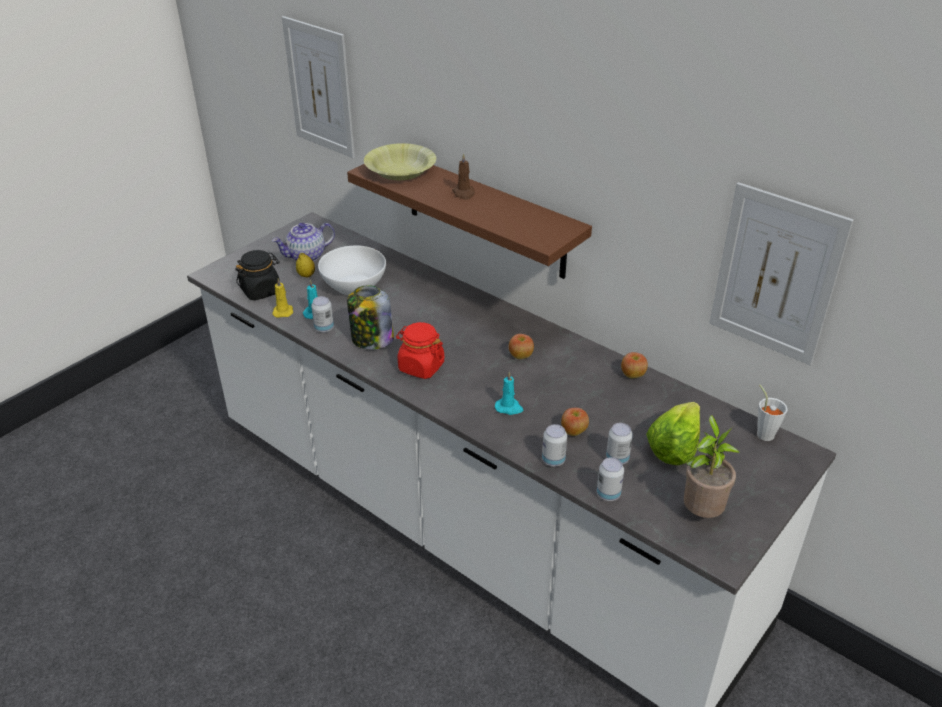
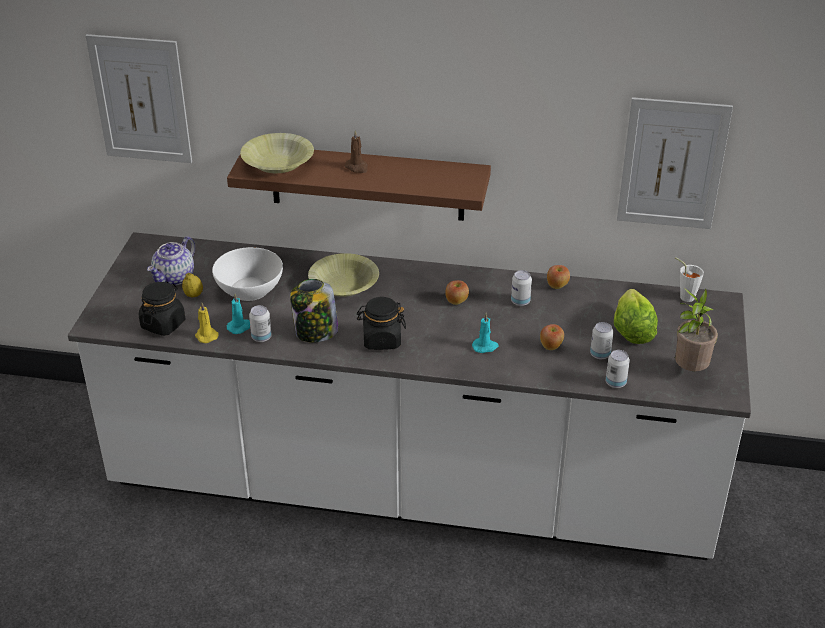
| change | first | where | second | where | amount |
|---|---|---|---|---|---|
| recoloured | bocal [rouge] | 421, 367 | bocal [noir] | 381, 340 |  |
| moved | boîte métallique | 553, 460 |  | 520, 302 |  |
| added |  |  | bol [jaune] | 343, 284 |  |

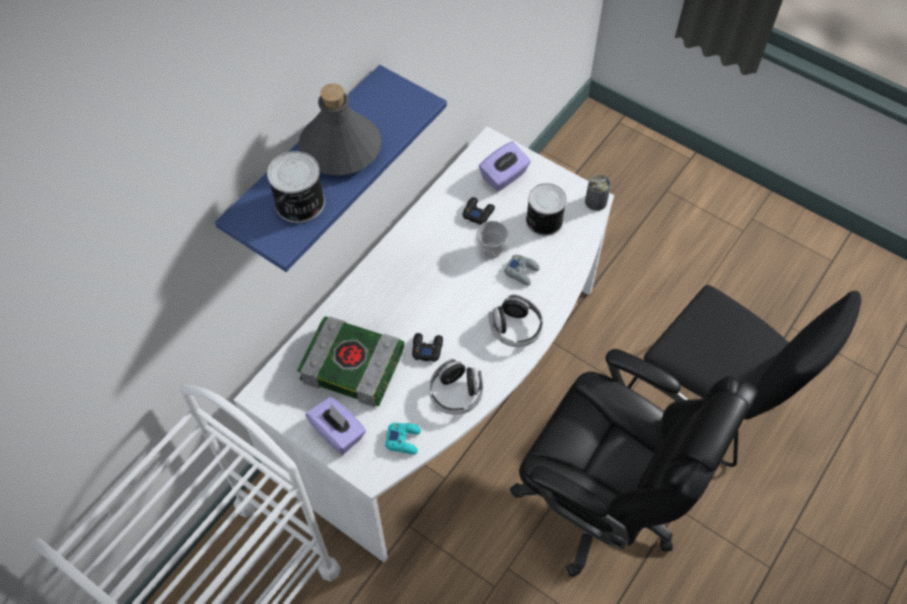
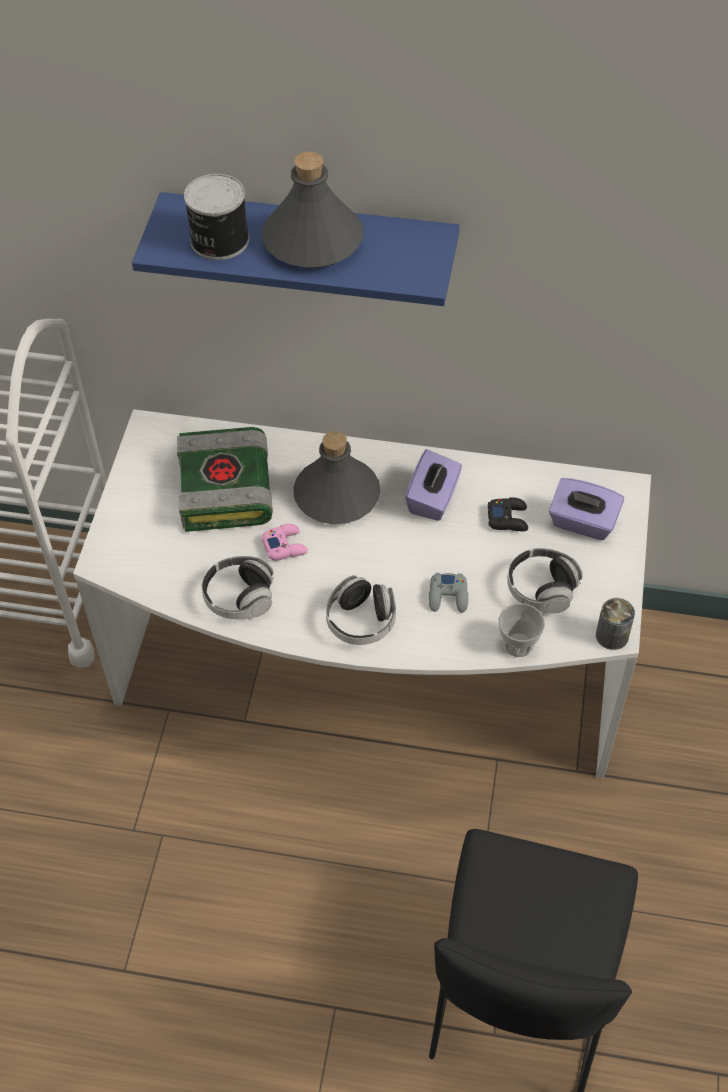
| change | first | where | second | where | amount |
|---|---|---|---|---|---|
| moved | boîte à mouchoirs [violet] | 338, 432 |  | 433, 499 |  |
| removed | manette [turquoise] | 403, 439 |  |  |  |
| recoloured | manette [noir] | 427, 348 | manette [rose] | 285, 546 |  |
| moved | tasse | 491, 249 |  | 518, 644 |  |
| removed | chaise de bureau [noir] | 602, 500 |  |  |  |
| replaced | boîte métallique | 543, 220 | casque audio | 541, 589 |  |
| added |  |  | bouteille [gris] | 337, 495 |  |

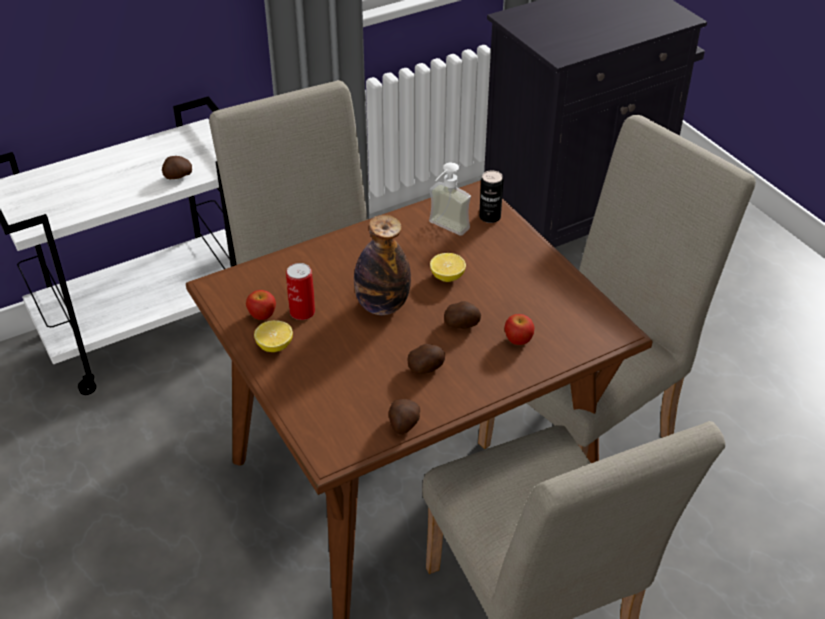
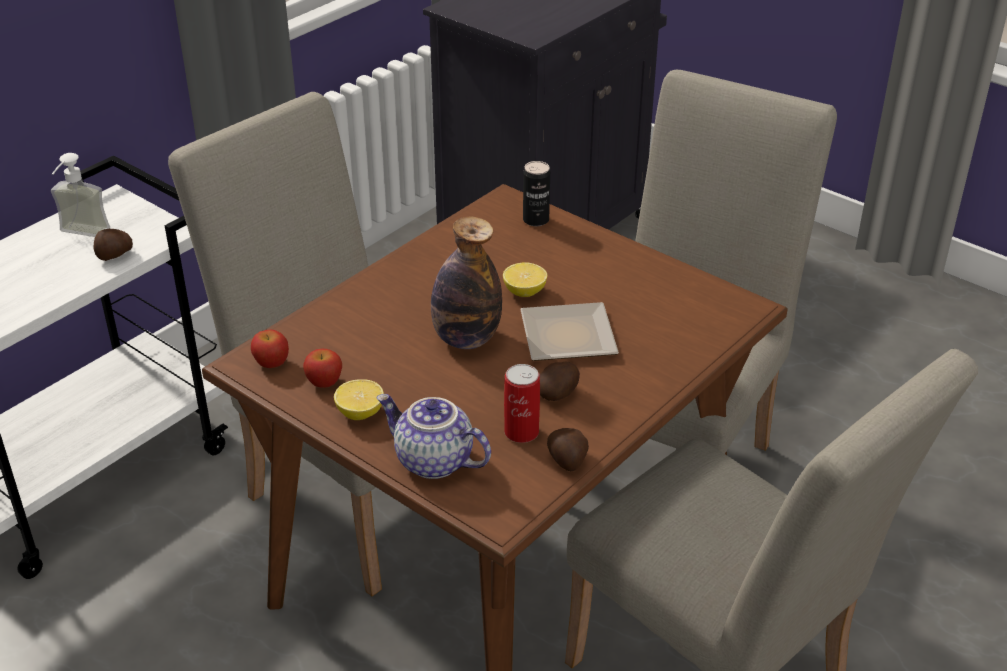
| change | first | where | second | where | amount |
|---|---|---|---|---|---|
| moved | boîte métallique | 302, 312 |  | 521, 432 |  |
| moved | distributeur de savon | 444, 229 |  | 80, 236 |  |
| replaced | pomme de terre | 462, 325 | assiette | 571, 338 |  |
| moved | pomme | 518, 340 |  | 271, 363 |  |
| added |  |  | théière | 432, 462 |  |

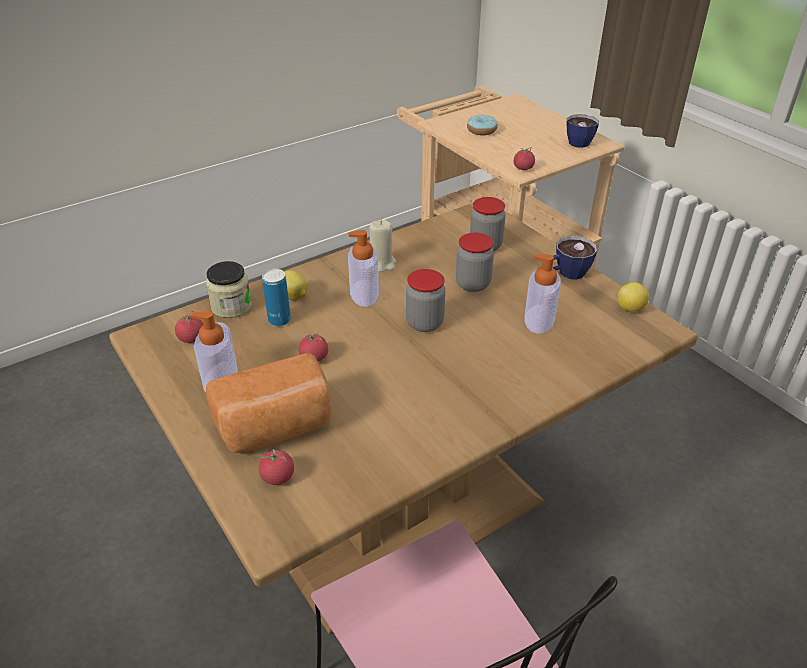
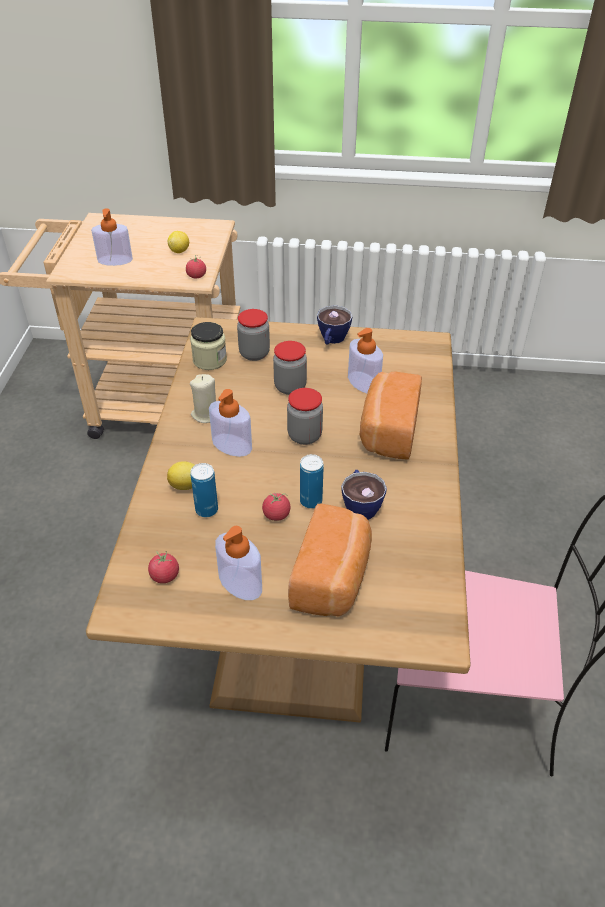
| change | first | where | second | where | amount |
|---|---|---|---|---|---|
| moved | bocal | 231, 306 |  | 209, 360 |  |
| removed | tomate | 278, 477 |  |  |  |
| replaced | beignet | 481, 130 | distributeur de savon | 115, 260 |  |
| moved | tasse | 581, 141 |  | 360, 505 |  |
| moved | citron | 630, 308 |  | 179, 251 |  |
| added |  |  | boîte métallique | 311, 501 |  |
| added |  |  | pain | 387, 430 |  |

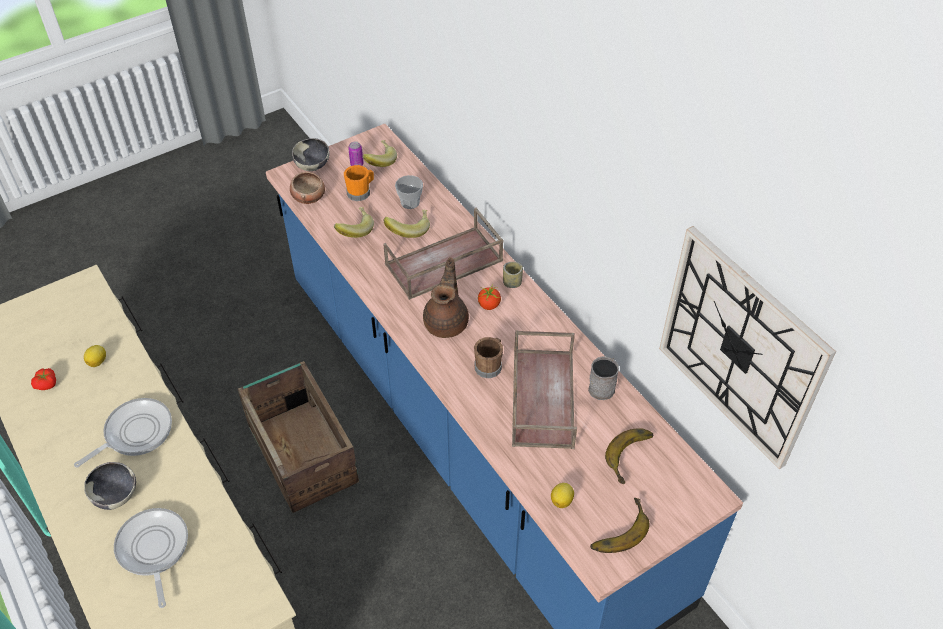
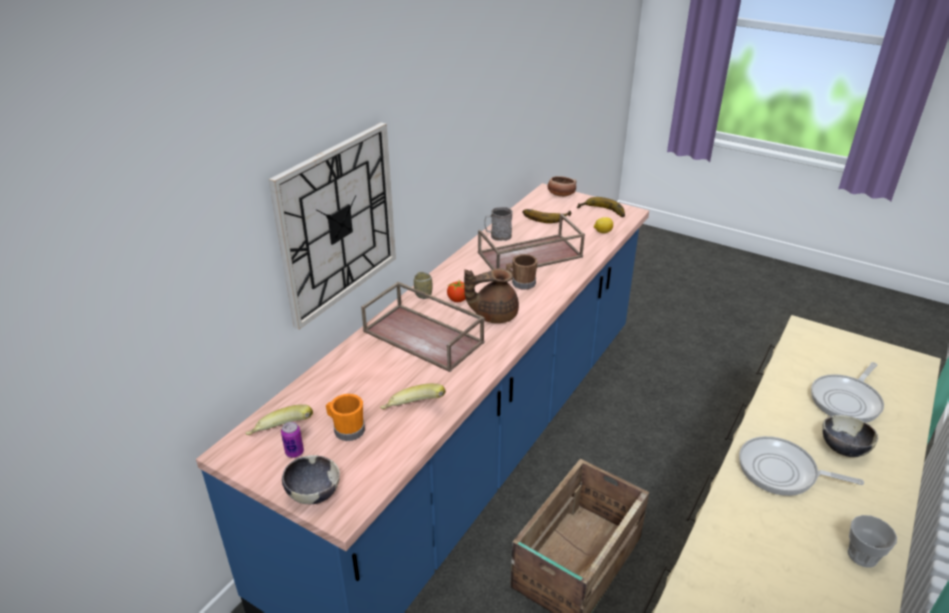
| change | first | where | second | where | amount |
|---|---|---|---|---|---|
| removed | tomate | 47, 384 |  |  |  |
| removed | citron | 98, 361 |  |  |  |
| moved | bol | 308, 196 |  | 560, 195 |  |
| removed | banane | 408, 229 |  |  |  |
| moved | tasse | 410, 202 |  | 862, 555 |  |
| moved | horloge murale | 740, 348 |  | 337, 223 |  |

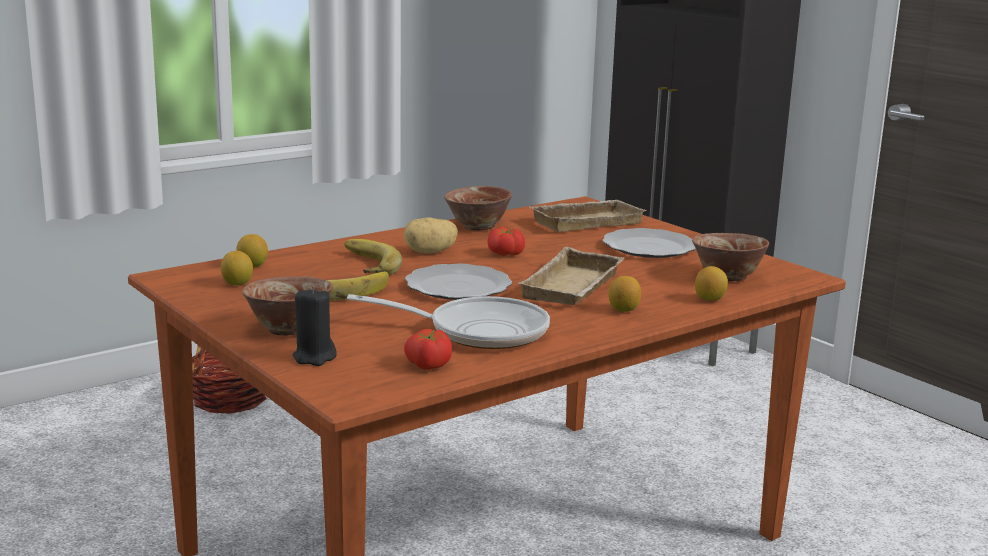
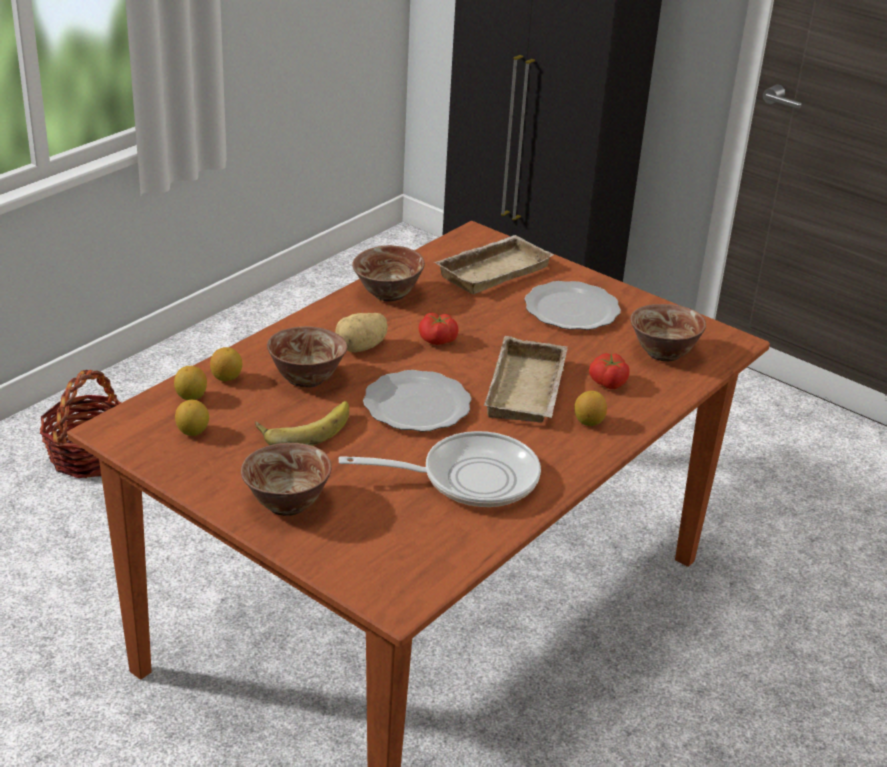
| change | first | where | second | where | amount |
|---|---|---|---|---|---|
| removed | bougie [noir] | 314, 357 |  |  |  |
| replaced | banane | 365, 264 | bol | 306, 378 |  |
| moved | tomate | 427, 365 |  | 607, 382 |  |
| moved | citron | 709, 299 |  | 226, 378 |  |

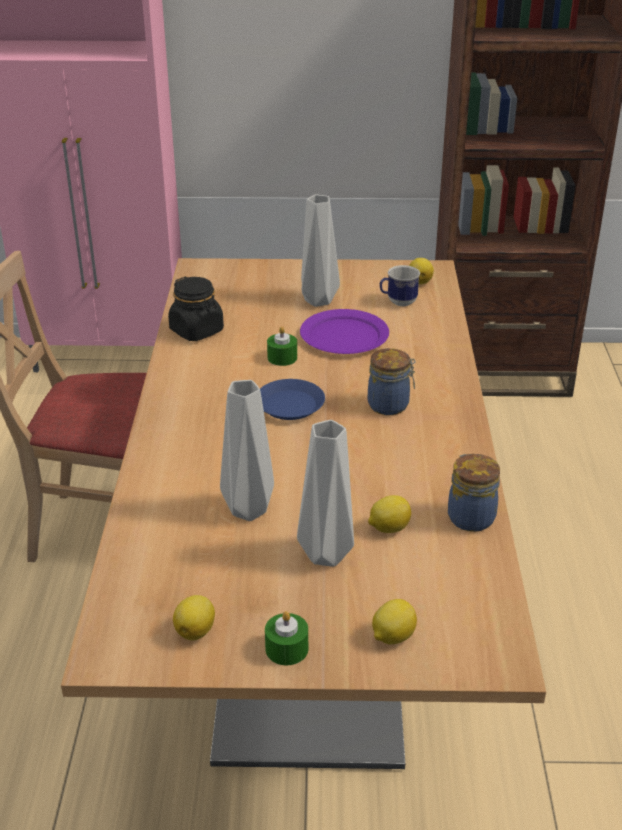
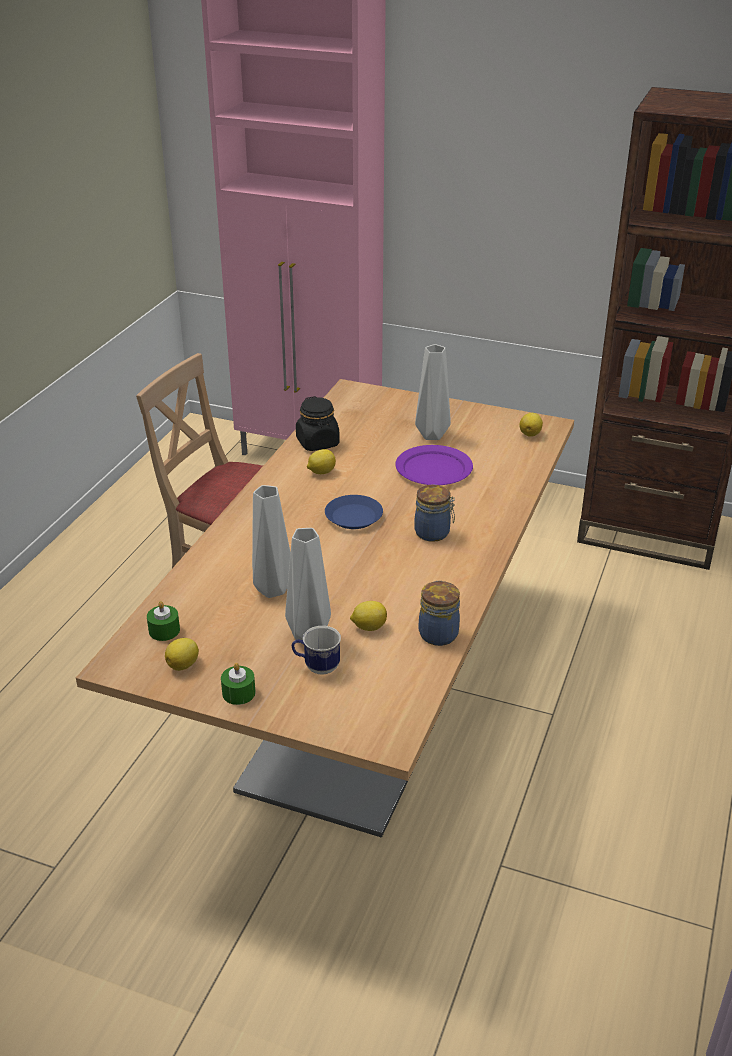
| change | first | where | second | where | amount |
|---|---|---|---|---|---|
| moved | bougie [vert] | 282, 358 |  | 164, 630 |  |
| moved | citron | 392, 636 |  | 321, 472 |  |
| moved | mug | 397, 302 |  | 317, 667 |  |

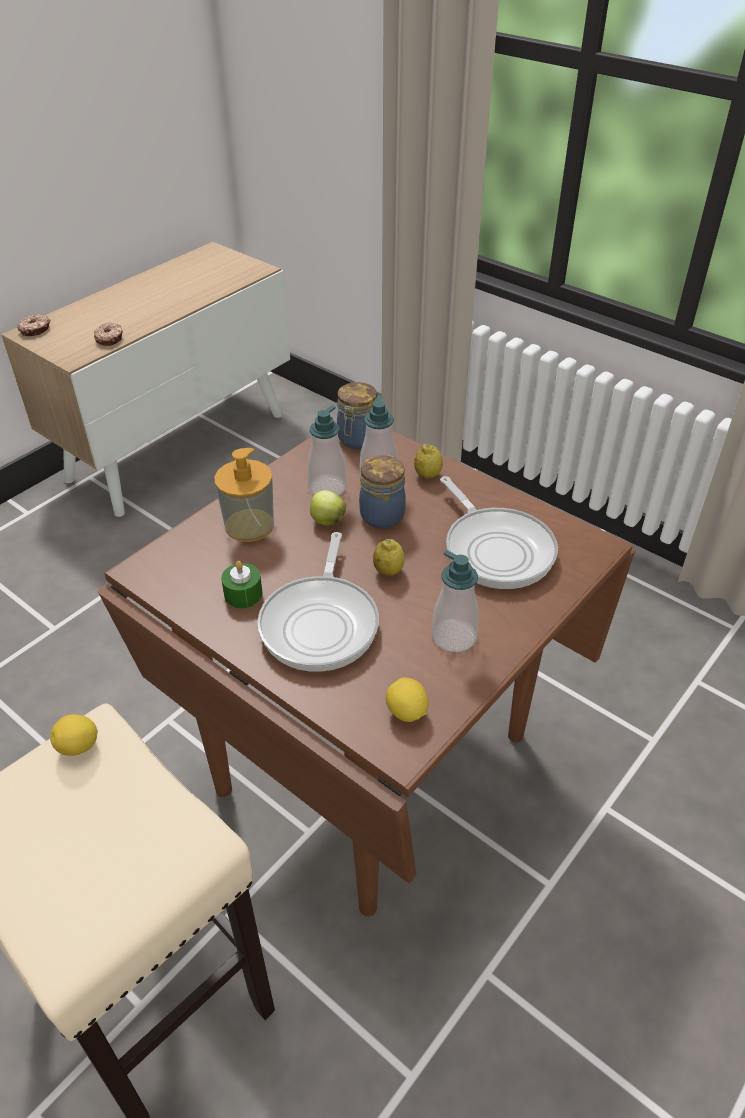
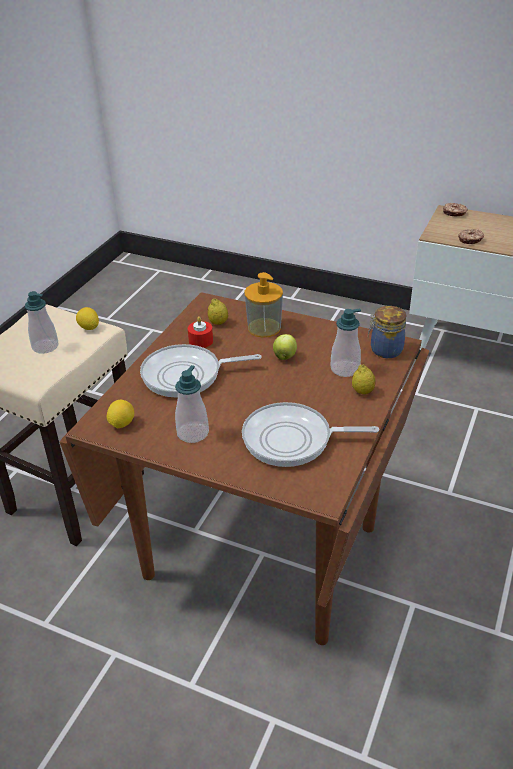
| change | first | where | second | where | amount |
|---|---|---|---|---|---|
| recoloured | bougie [vert] | 243, 594 | bougie [rouge] | 201, 341 |  |
| moved | distributeur de savon | 327, 488 |  | 45, 346 |  |
| removed | bocal | 383, 514 |  |  |  |
| moved | citron | 388, 571 |  | 218, 323 |  |
| turned | poêle | 496, 549 |  | 292, 440 | 45 degrees clockwise |

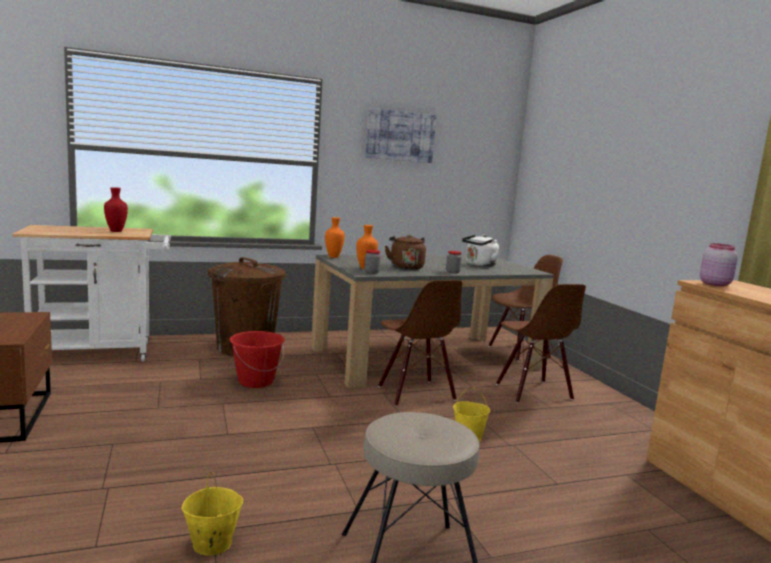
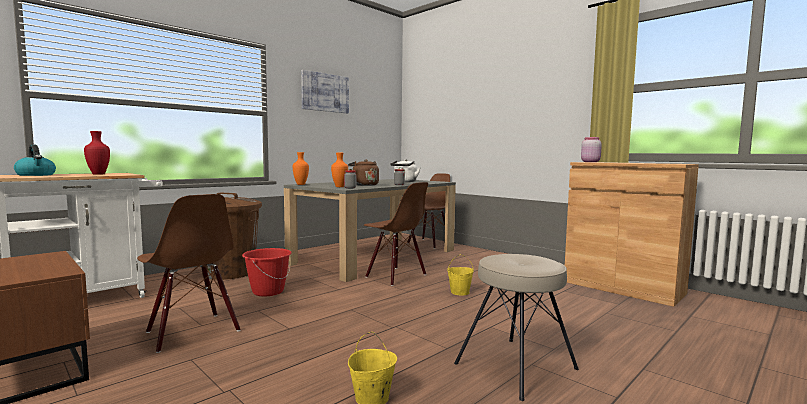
| change | first | where | second | where | amount |
|---|---|---|---|---|---|
| moved | chaise [marron] | 532, 392 |  | 192, 332 |  |
| added |  |  | bouilloire | 36, 175 |  |

